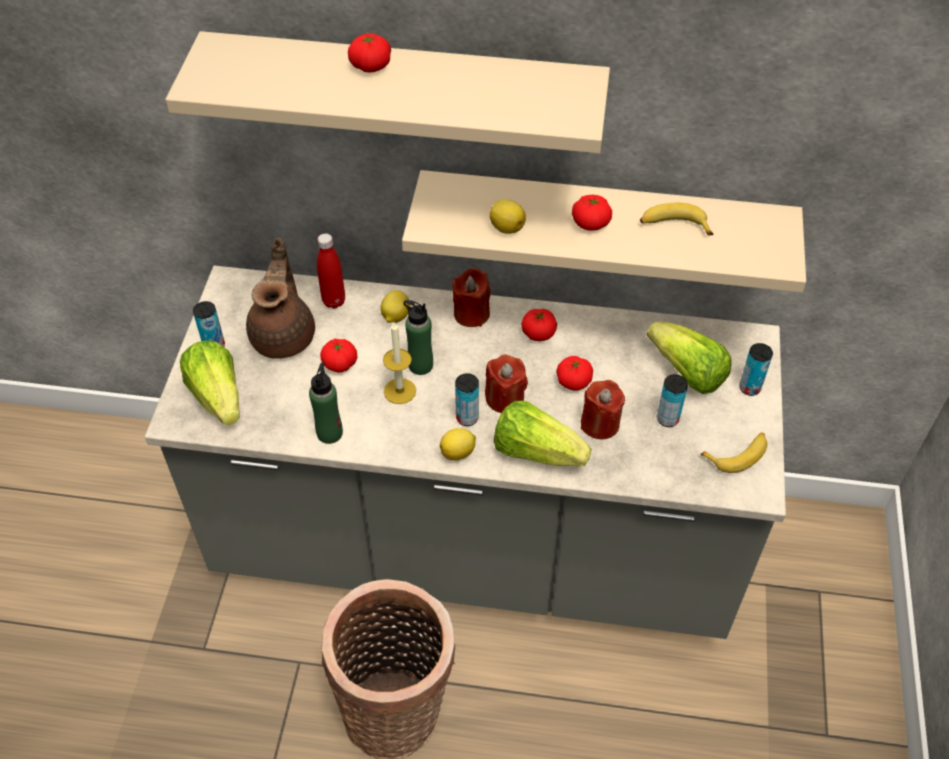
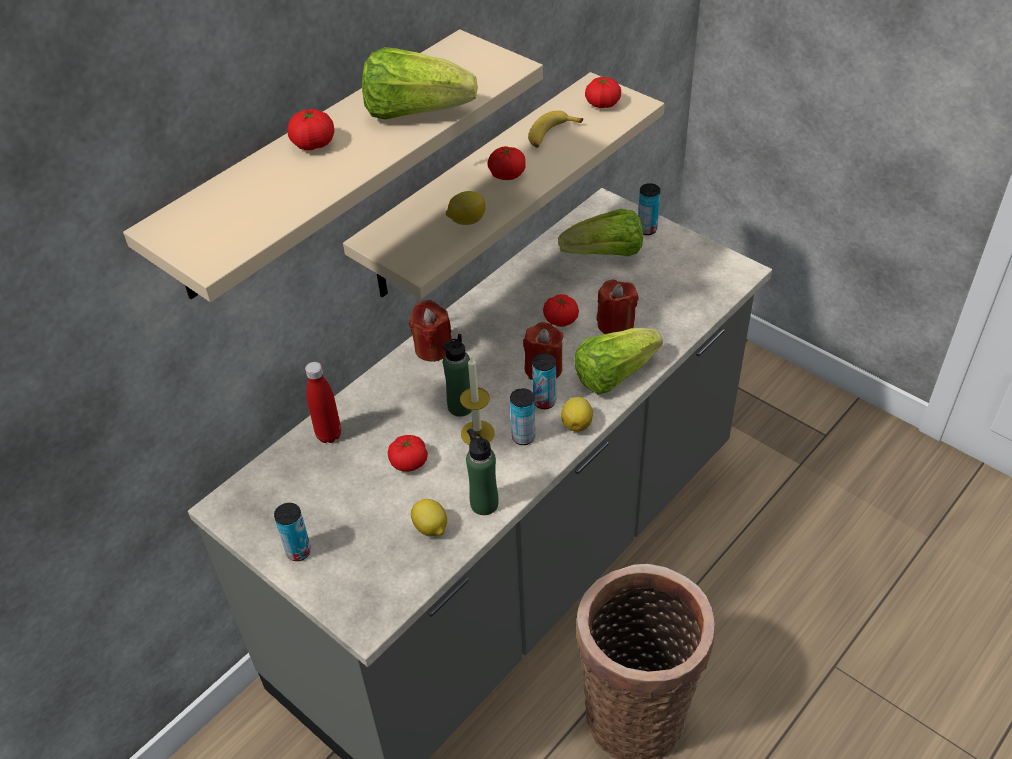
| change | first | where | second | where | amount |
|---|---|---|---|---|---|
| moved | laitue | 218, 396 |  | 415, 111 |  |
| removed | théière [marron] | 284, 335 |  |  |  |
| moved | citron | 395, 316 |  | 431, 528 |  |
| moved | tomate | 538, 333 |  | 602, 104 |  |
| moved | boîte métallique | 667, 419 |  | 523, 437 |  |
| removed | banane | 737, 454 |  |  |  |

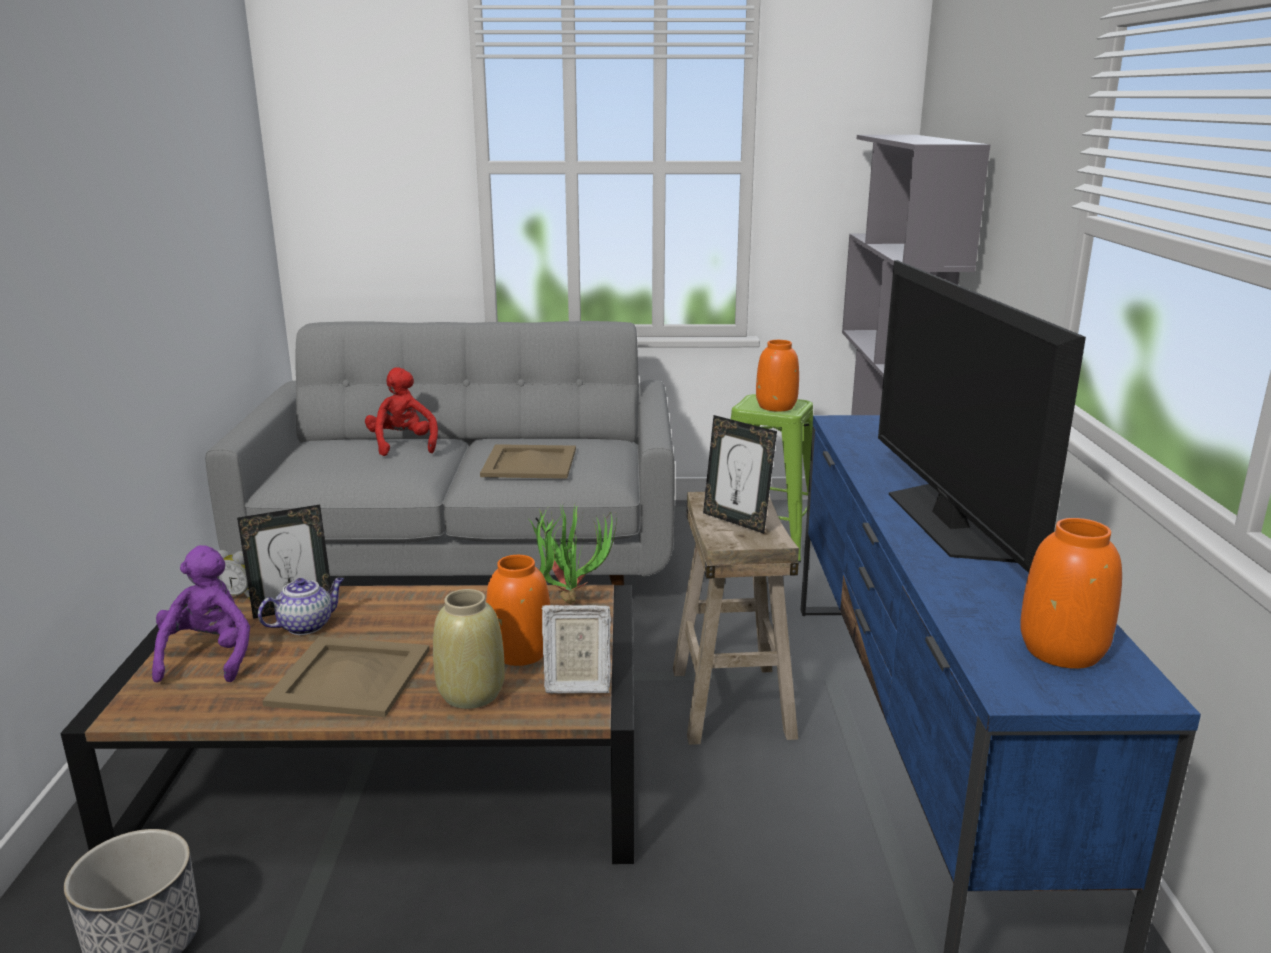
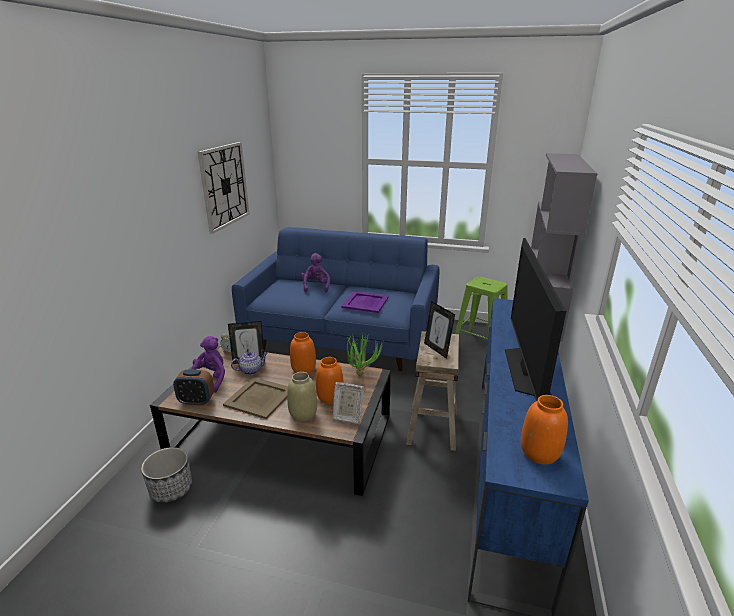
| change | first | where | second | where | amount |
|---|---|---|---|---|---|
| recoloured | canapé [gris] | 470, 561 | canapé [bleu] | 342, 338 |  |
| recoloured | peluche [rouge] | 403, 445 | peluche [violet] | 316, 287 |  |
| recoloured | plateau [beige] | 530, 463 | plateau [violet] | 365, 302 |  |
| moved | vase [orange] | 776, 406 |  | 304, 369 |  |
| added |  |  | réveil | 196, 401 |  |
| added |  |  | horloge murale | 224, 186 |  |

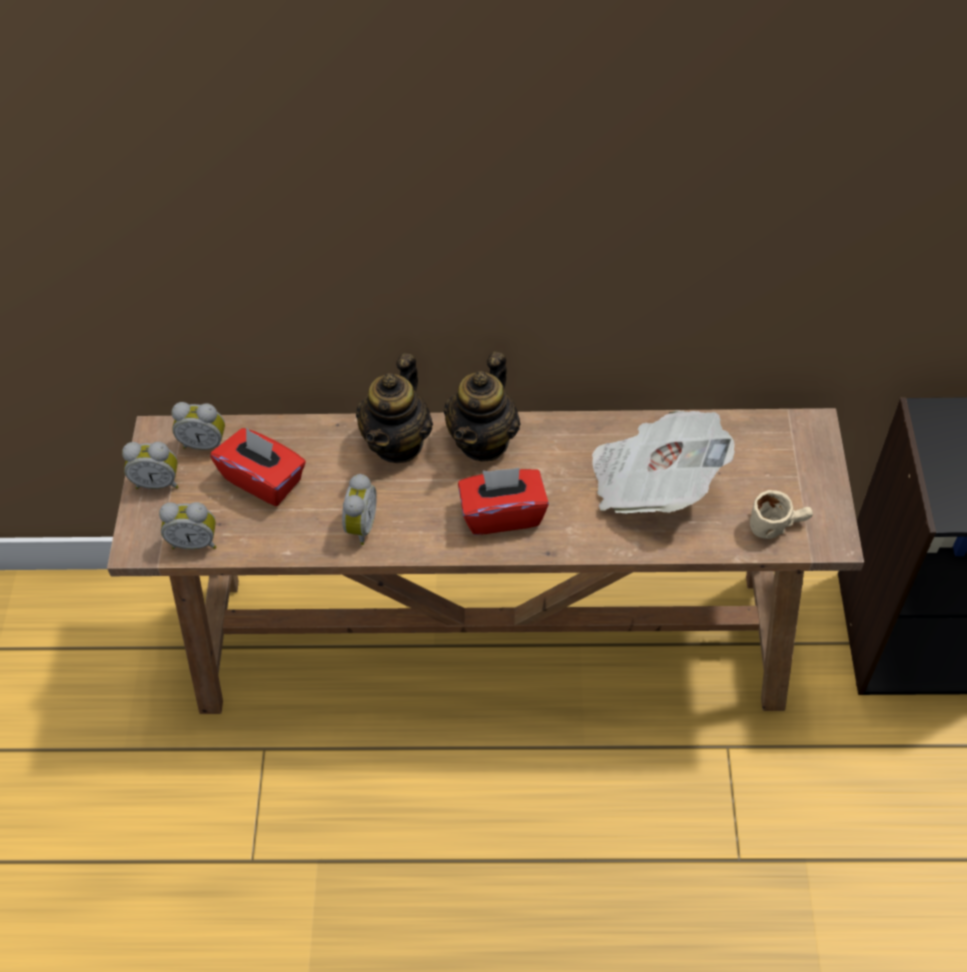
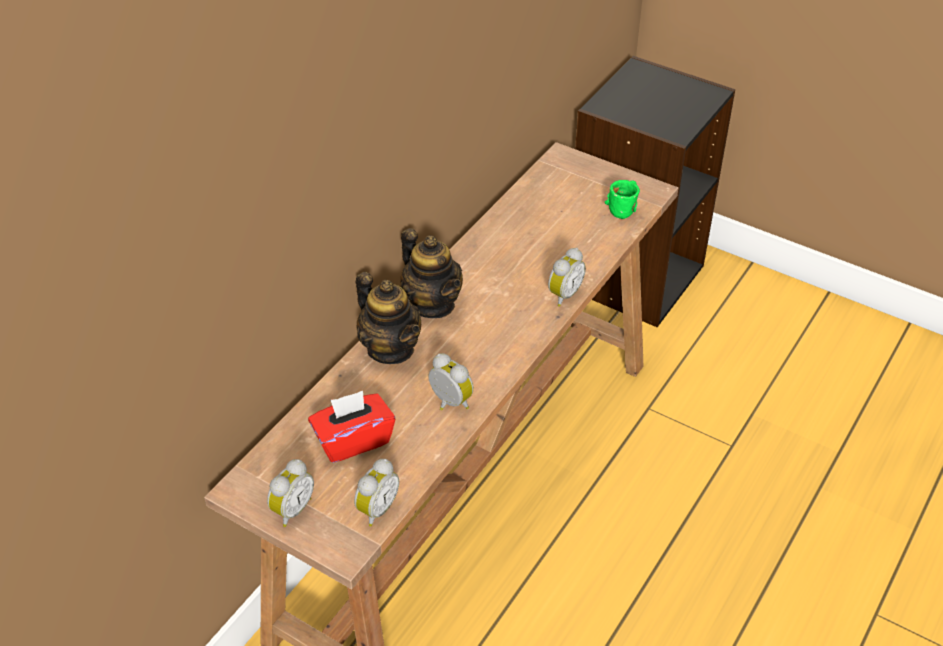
| change | first | where | second | where | amount |
|---|---|---|---|---|---|
| moved | réveil | 205, 443 |  | 563, 294 |  |
| removed | boîte à mouchoirs [rouge] | 503, 514 |  |  |  |
| removed | journal | 654, 483 |  |  |  |
| recoloured | mug [beige] | 777, 524 | mug [vert] | 622, 206 |  |

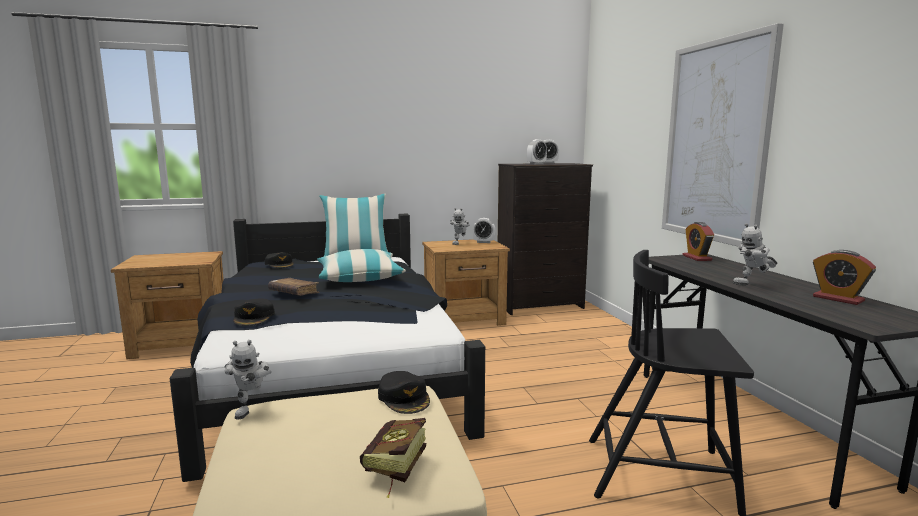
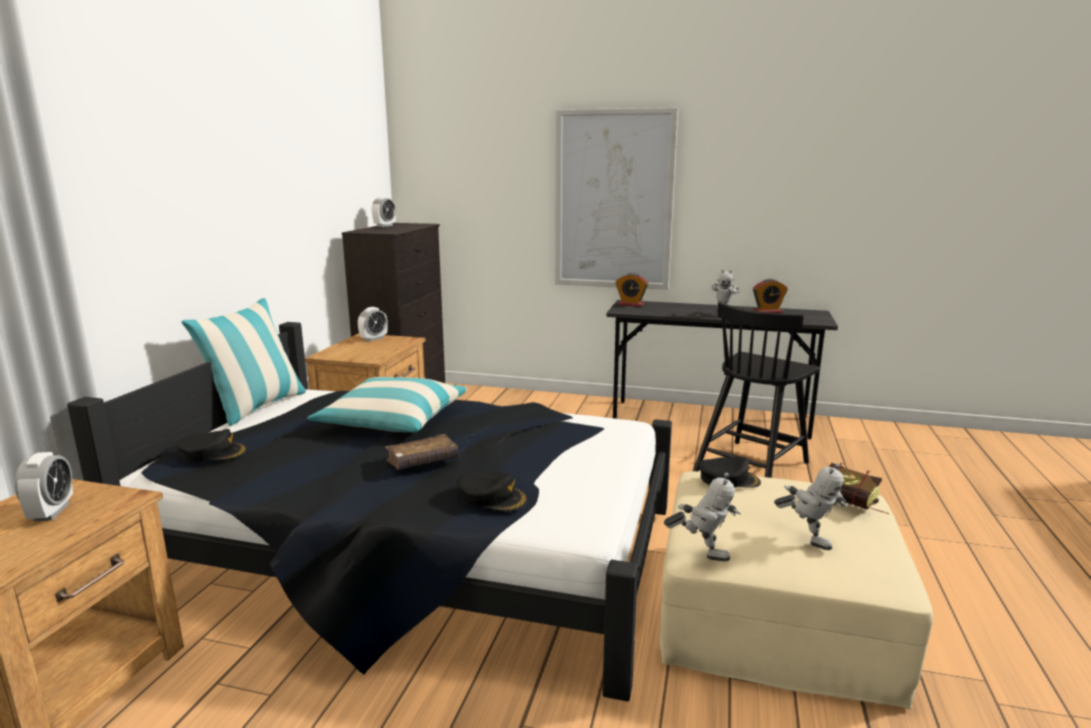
| change | first | where | second | where | amount |
|---|---|---|---|---|---|
| moved | robot jouet | 460, 244 |  | 808, 538 |  |
| moved | réveil | 536, 164 |  | 51, 512 |  |

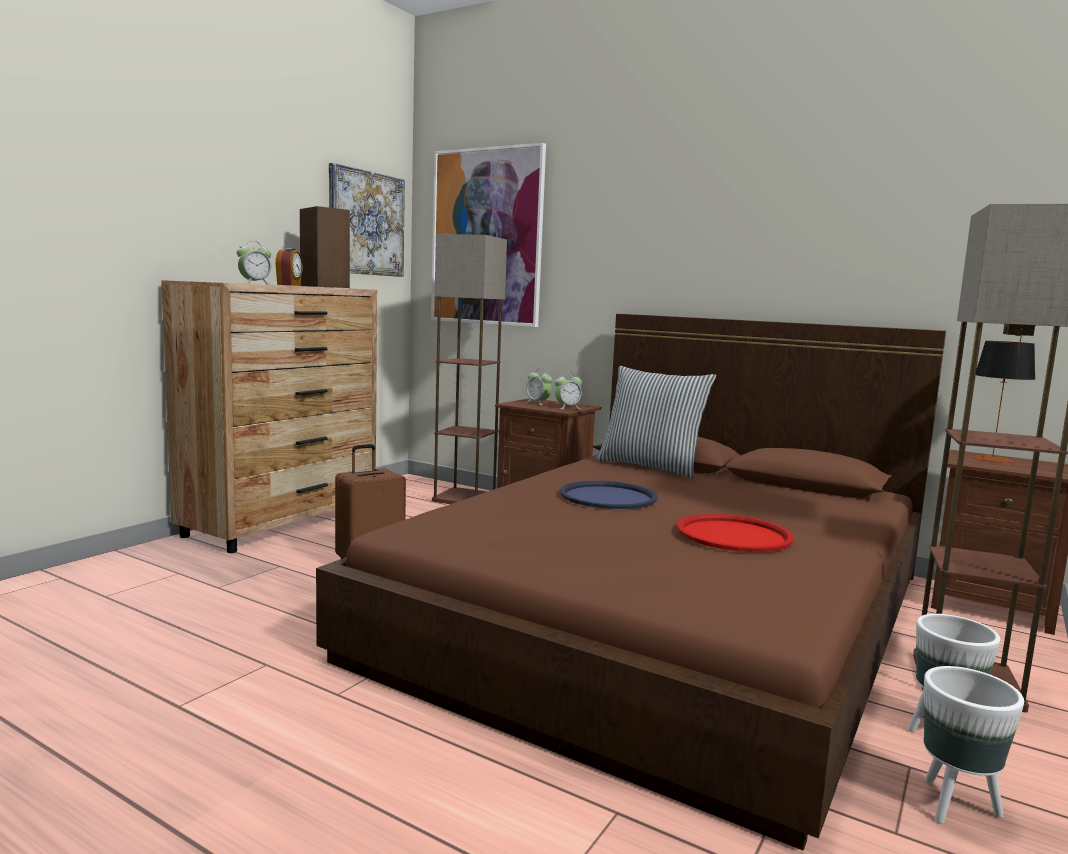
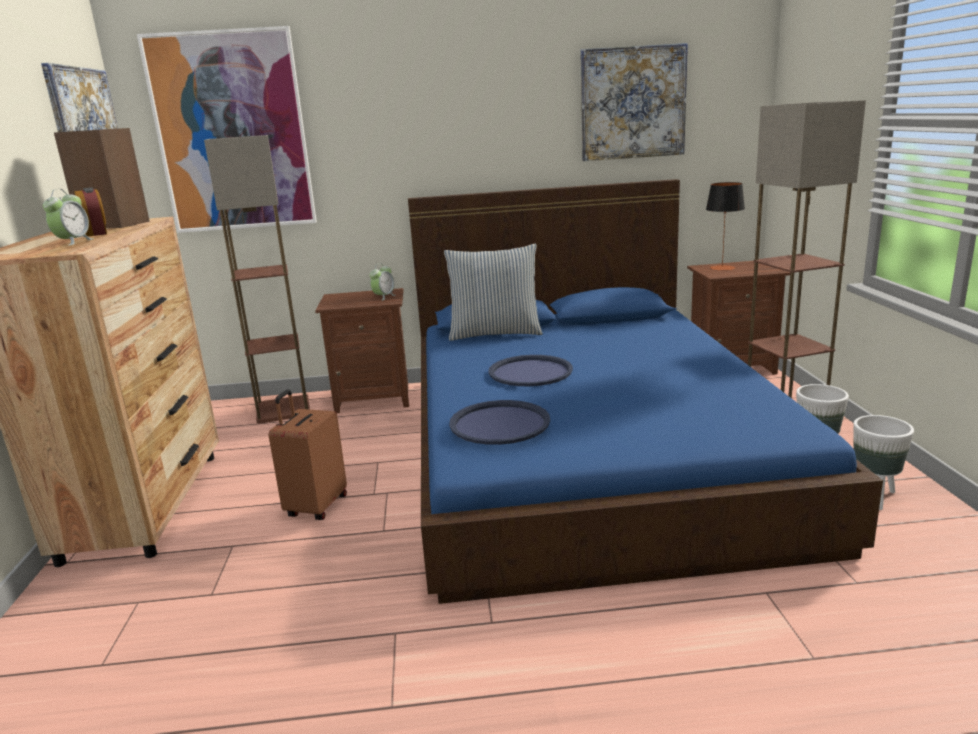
| change | first | where | second | where | amount |
|---|---|---|---|---|---|
| recoloured | lit [marron] | 667, 612 | lit [bleu] | 587, 447 |  |
| removed | réveil | 538, 403 |  |  |  |
| removed | plateau [rouge] | 734, 535 |  |  |  |
| added |  |  | plateau [bleu] | 499, 424 |  |
| added |  |  | tableau | 632, 103 |  |

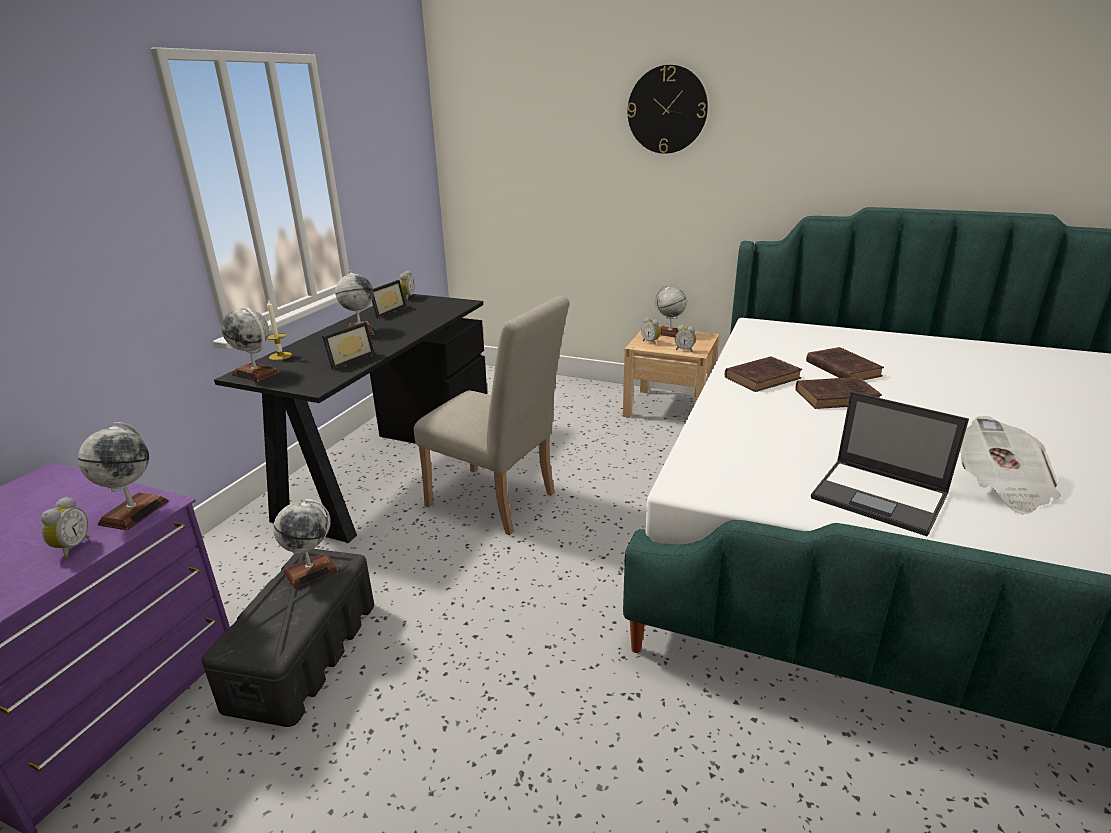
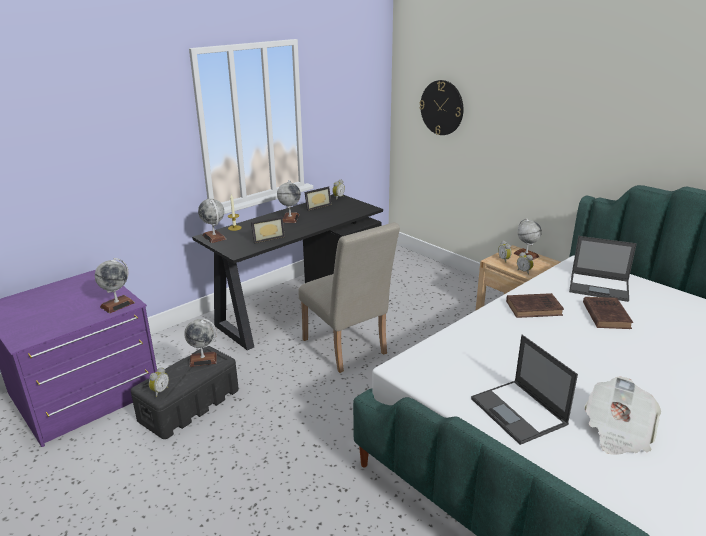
| change | first | where | second | where | amount |
|---|---|---|---|---|---|
| moved | réveil | 71, 547 |  | 159, 391 |  |
| moved | horloge murale | 667, 110 |  | 442, 107 |  |
| removed | livre [marron] | 838, 397 |  |  |  |
| added |  |  | ordinateur portable | 599, 287 |  |

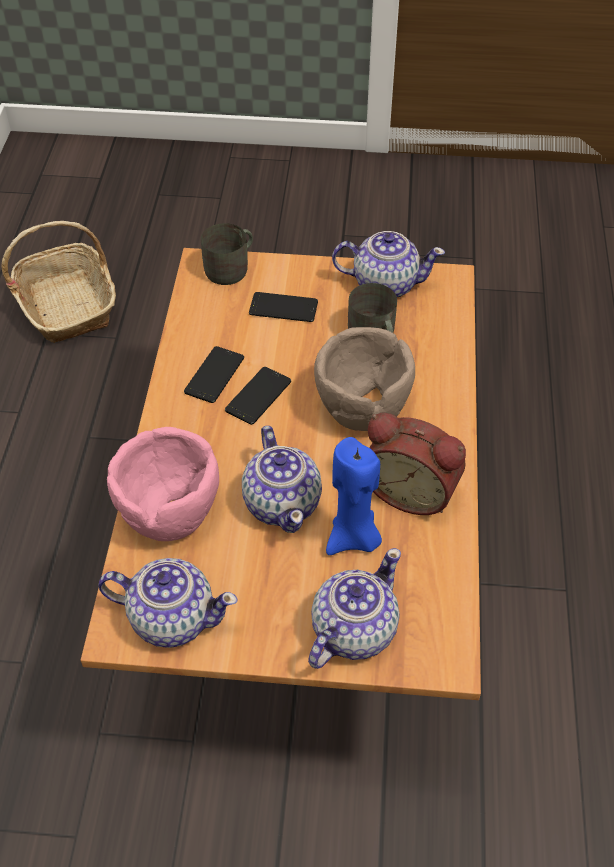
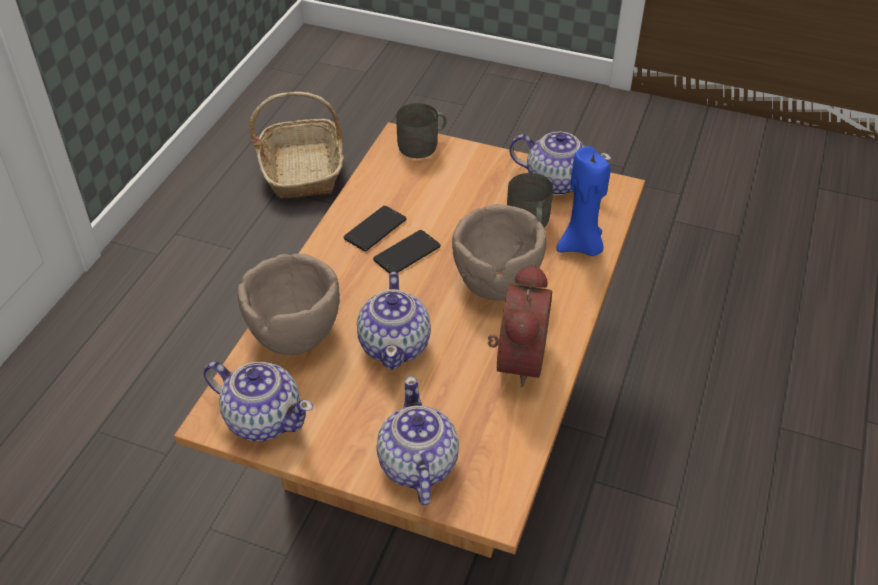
| change | first | where | second | where | amount |
|---|---|---|---|---|---|
| recoloured | bol [rose] | 170, 511 | bol [marron] | 295, 331 |  |
| removed | téléphone | 283, 308 |  |  |  |
| turned | théière | 352, 630 |  | 417, 465 | 60 degrees counterclockwise |
| moved | bougie [bleu] | 353, 538 |  | 581, 246 |  |
| turned | réveil | 411, 490 |  | 515, 358 | 120 degrees counterclockwise |

